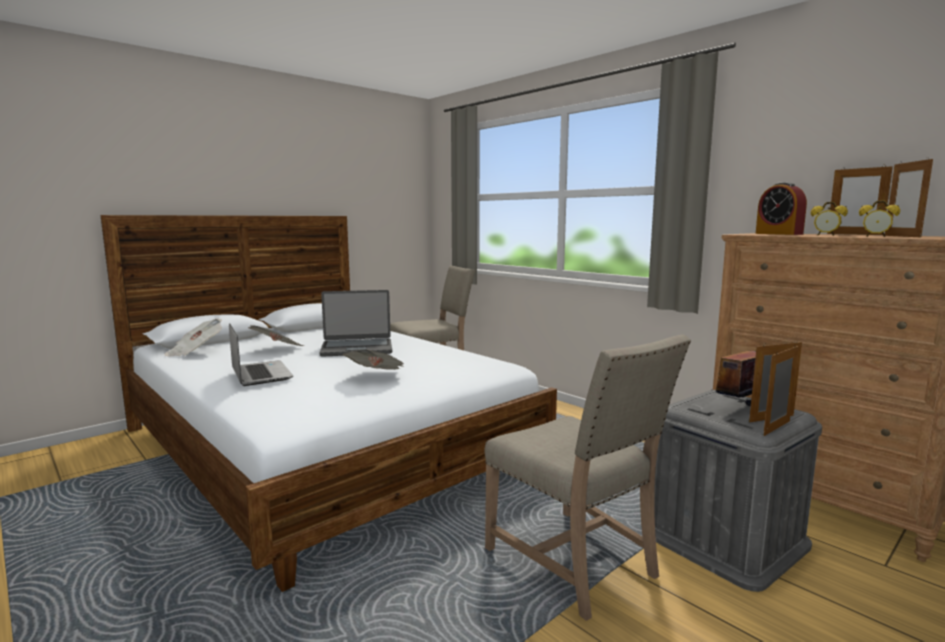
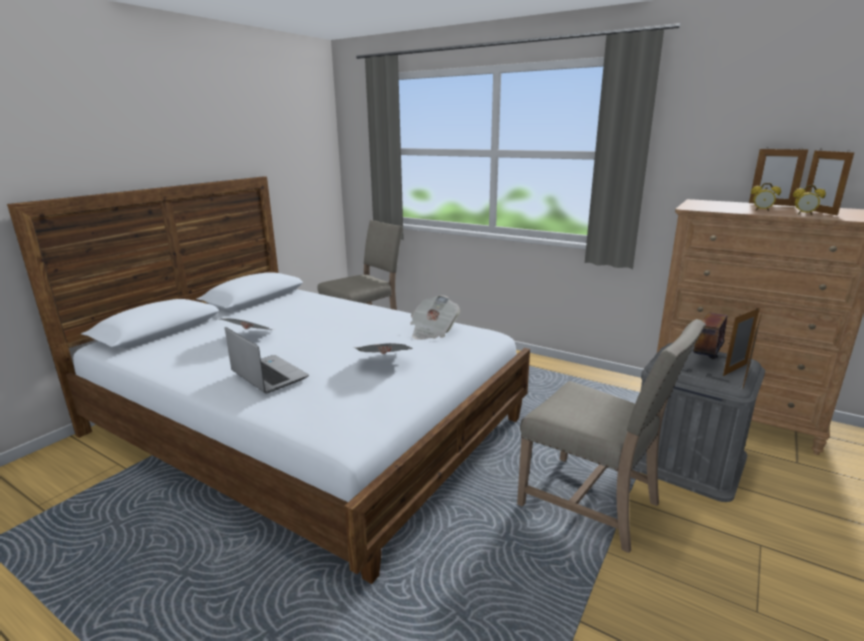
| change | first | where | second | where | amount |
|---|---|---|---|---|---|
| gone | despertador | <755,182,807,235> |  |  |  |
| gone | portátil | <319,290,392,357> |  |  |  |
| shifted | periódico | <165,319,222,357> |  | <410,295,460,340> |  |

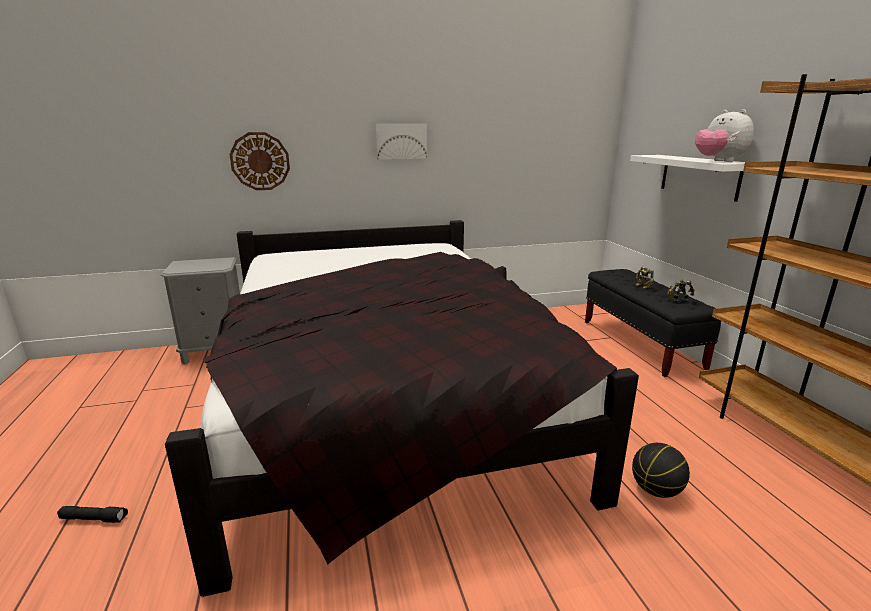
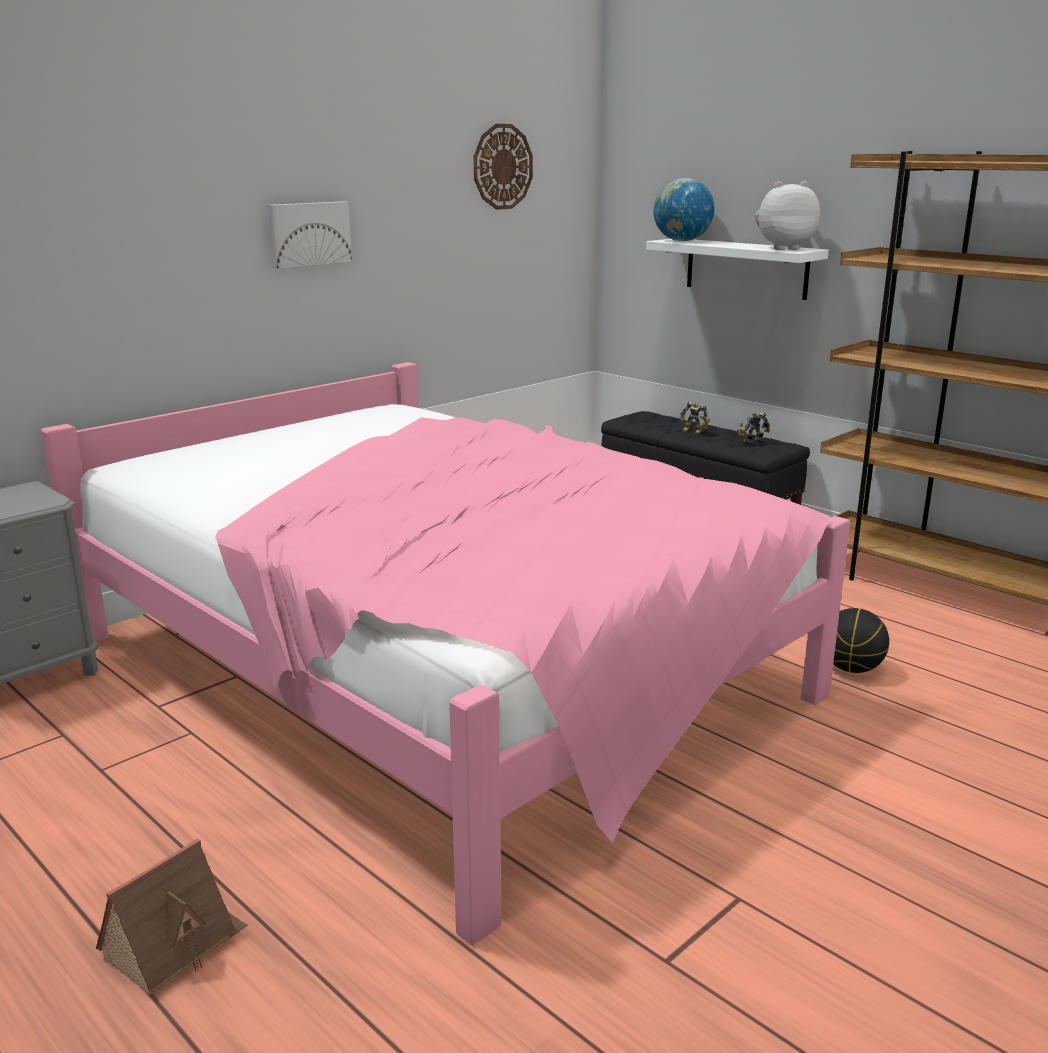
| change | first | where | second | where | amount |
|---|---|---|---|---|---|
| rotated | peluche | <695,109,754,162> |  | <755,181,820,250> | 135 degrees clockwise |
| shifted | reloj de pared | <229,132,290,190> |  | <474,124,533,210> |  |
| repainted | cama [negro] | <165,220,639,597> | cama [rosa] | <41,362,850,945> |  |
| swapped | linterna [negro] | <57,506,128,523> | casita | <96,838,247,995> |  |
| new |  |  | globo terráqueo | <653,178,714,241> |  |

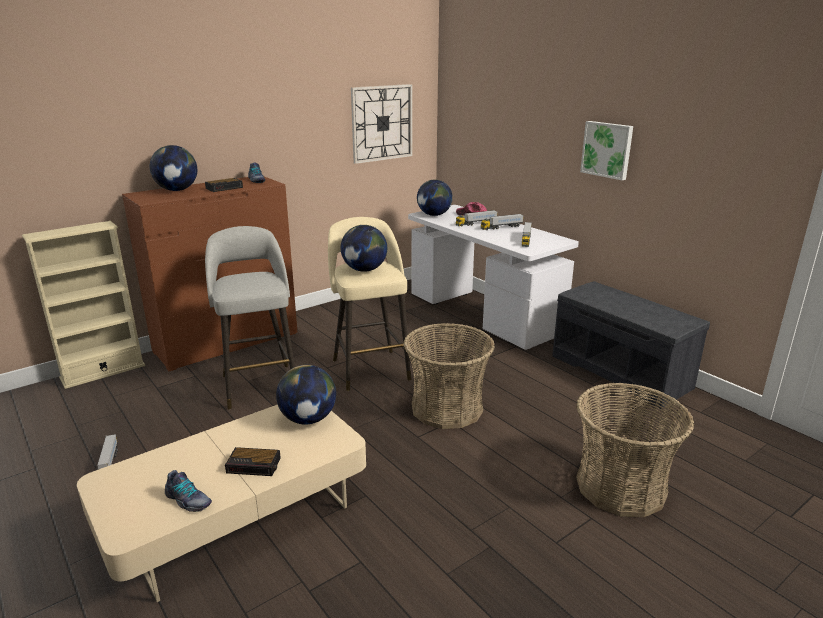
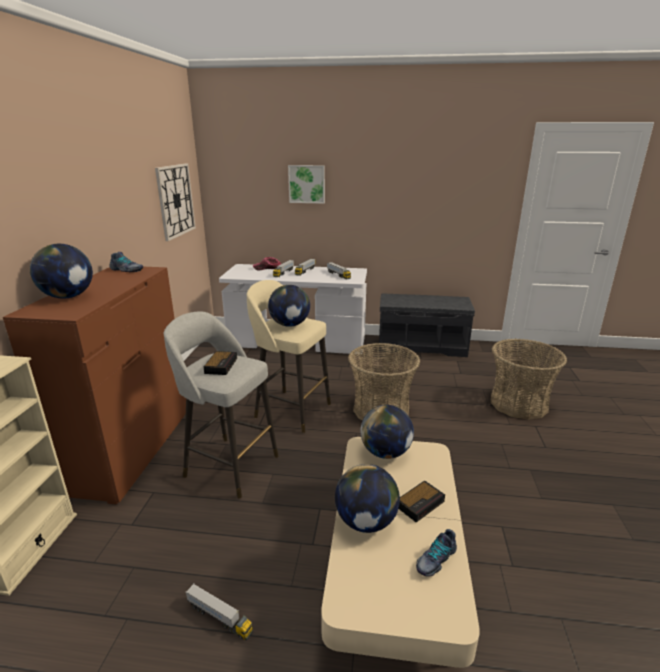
| change | first | where | second | where | amount |
|---|---|---|---|---|---|
| shifted | cuadro | <580,121,633,180> |  | <288,165,325,204> |  |
| shifted | despertador | <205,178,243,192> |  | <204,351,237,375> |  |
| shifted | globo terráqueo | <417,179,453,216> |  | <335,464,400,533> |  |
| rotated | zapato | <165,470,212,512> |  | <416,529,457,577> | 150 degrees clockwise |

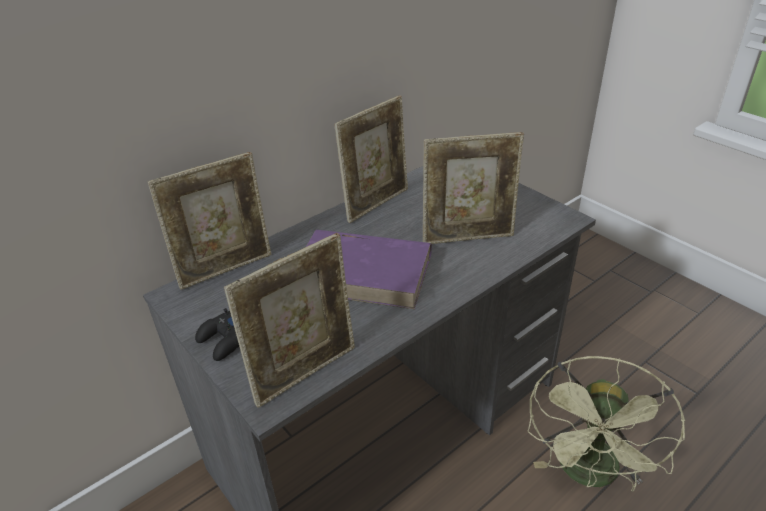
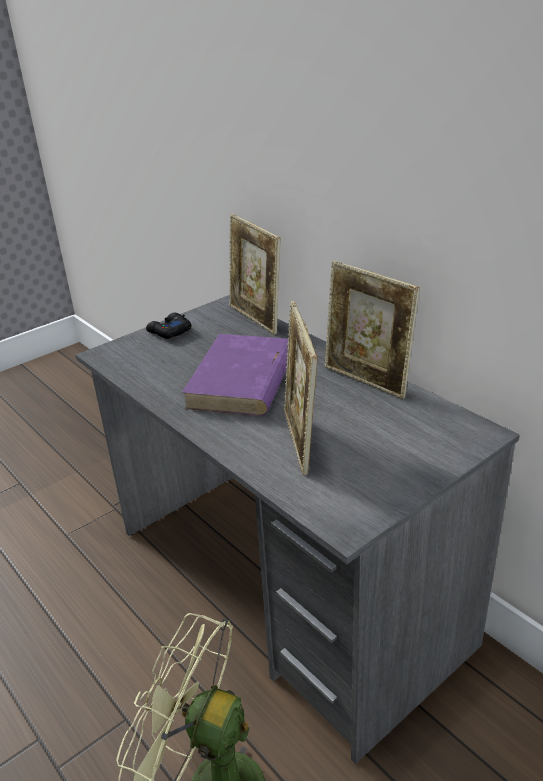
| change | first | where | second | where | amount |
|---|---|---|---|---|---|
| gone | portarretratos | <224,233,355,408> |  |  |  |

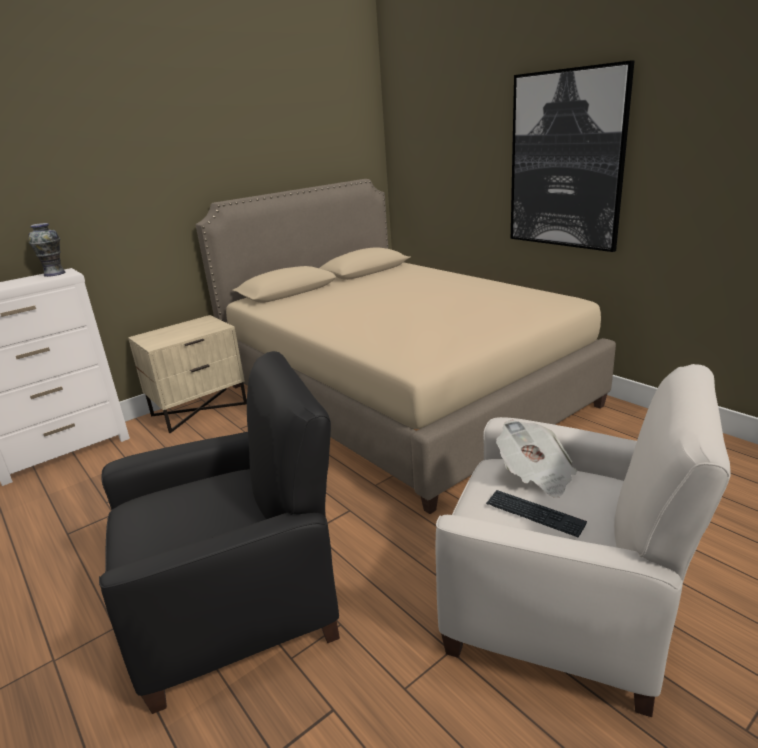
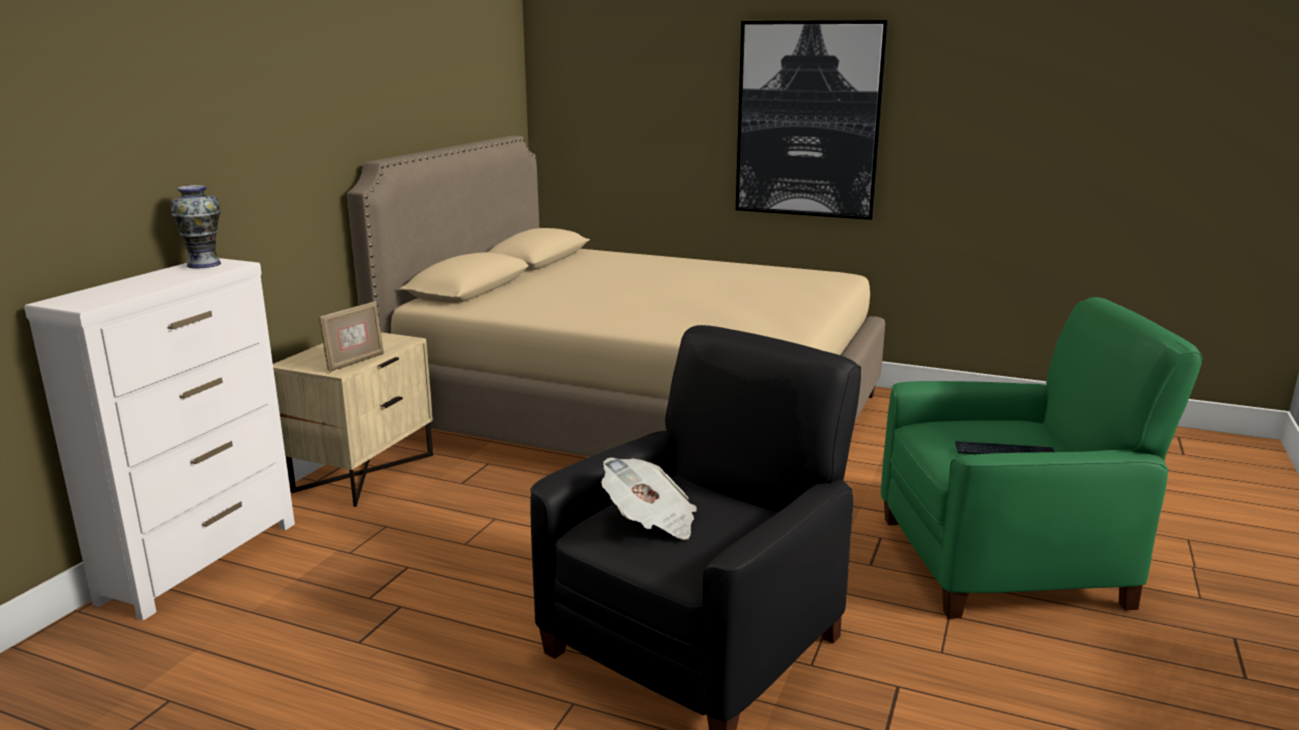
| change | first | where | second | where | amount |
|---|---|---|---|---|---|
| repainted | sillón [blanco] | <436,364,731,717> | sillón [verde] | <881,297,1203,619> |  |
| shifted | periódico | <496,420,577,498> |  | <601,457,697,540> |  |
| new |  |  | portarretratos | <319,301,384,372> |  |

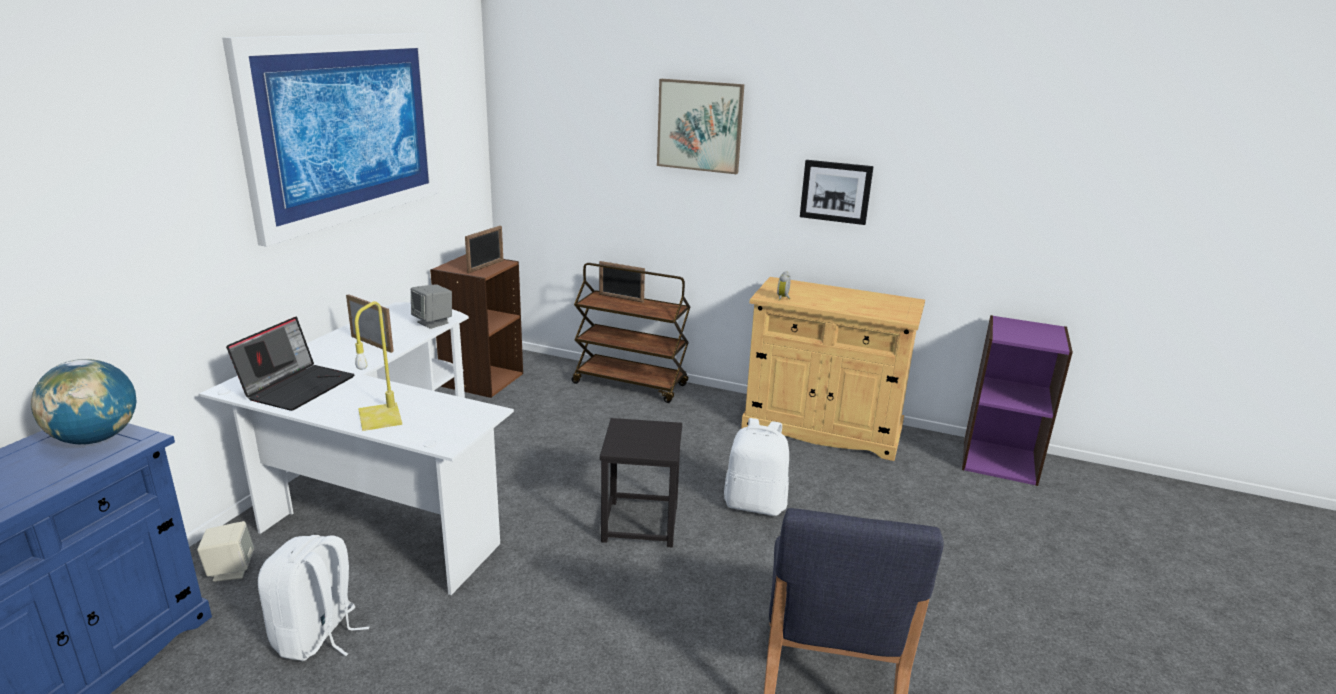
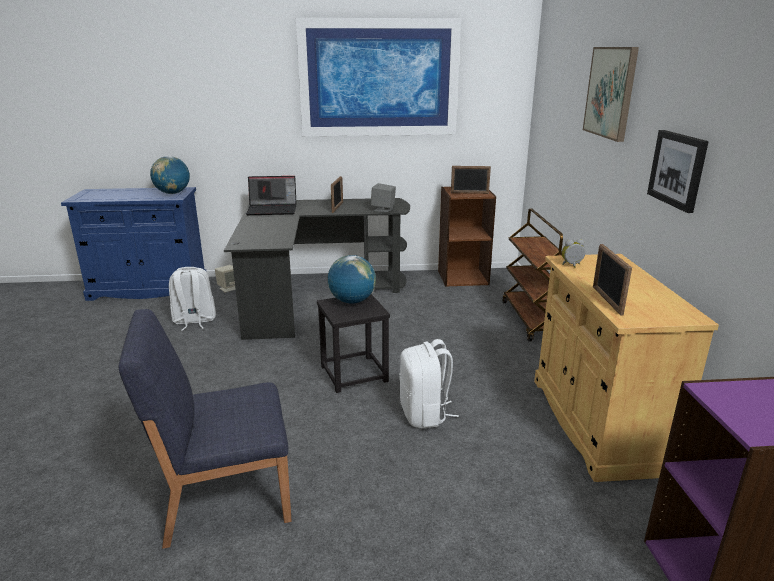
| change | first | where | second | where | amount |
|---|---|---|---|---|---|
| shifted | portarretratos | <599,261,645,303> |  | <593,244,632,315> |  |
| gone | lámpara de mesa [amarillo] | <355,301,402,431> |  |  |  |
| repainted | escritorio [blanco] | <199,302,514,595> | escritorio [negro] | <224,198,410,340> |  |
| new |  |  | globo terráqueo | <327,255,376,304> |  |

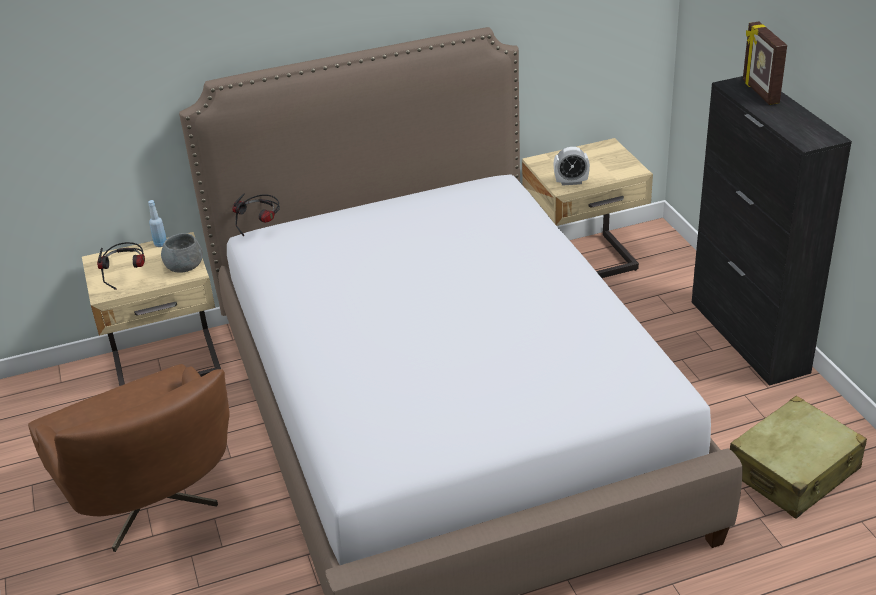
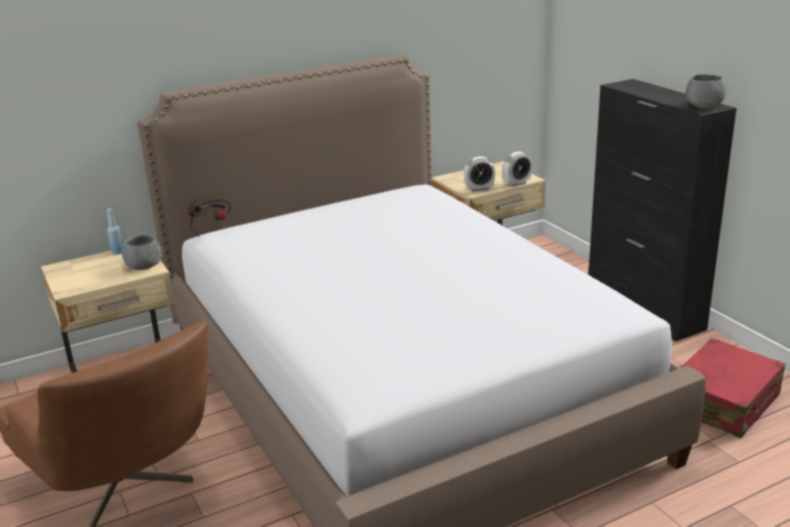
| change | first | where | second | where | amount |
|---|---|---|---|---|---|
| gone | portarretratos | <743,22,787,105> |  |  |  |
| gone | auriculares | <97,242,145,290> |  |  |  |
| repainted | maleta [beis] | <730,396,867,519> | maleta [rojo] | <680,338,785,438> |  |
| new |  |  | cuenco [gris] | <686,74,726,109> |  |
| new |  |  | despertador | <502,151,532,187> |  |

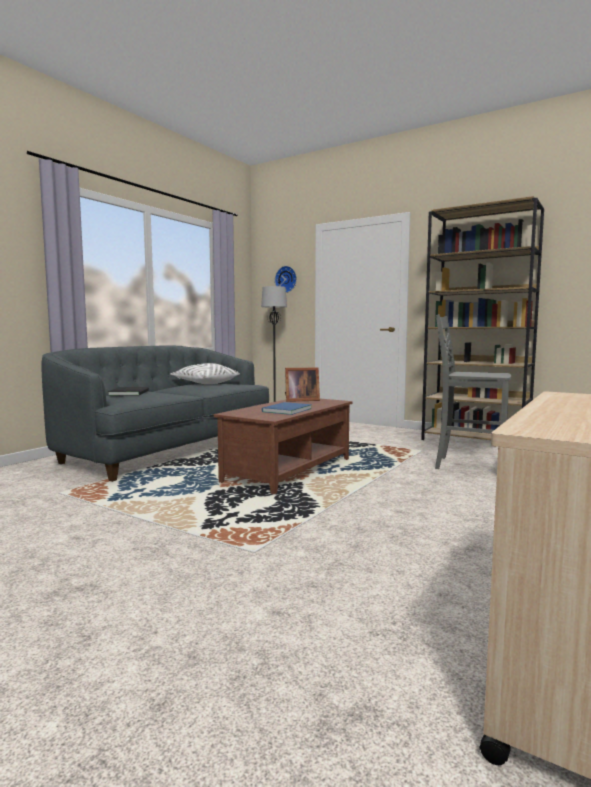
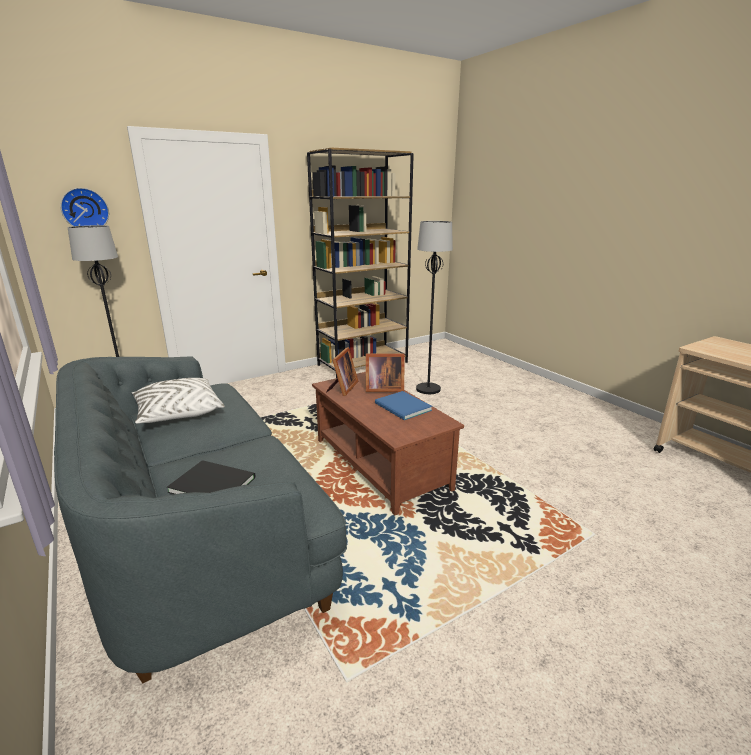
| change | first | where | second | where | amount |
|---|---|---|---|---|---|
| swapped | silla [gris] | <435,315,511,469> | lámpara de pie [negro] | <416,221,453,394> |  |
| new |  |  | portarretratos | <366,353,405,392> |  |

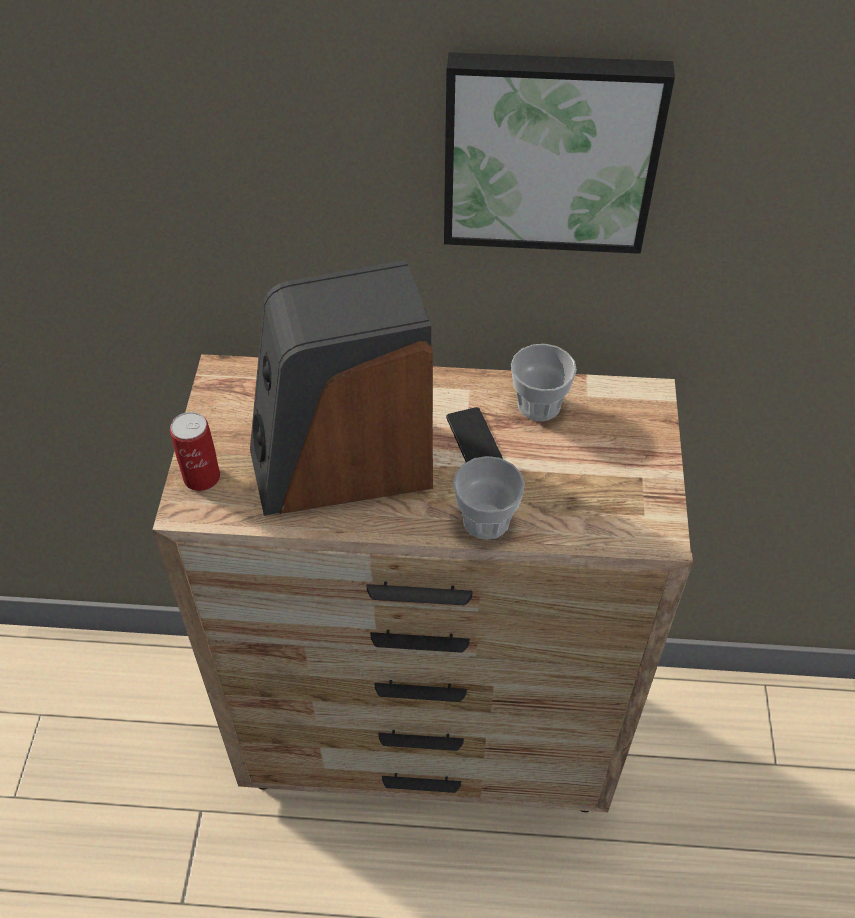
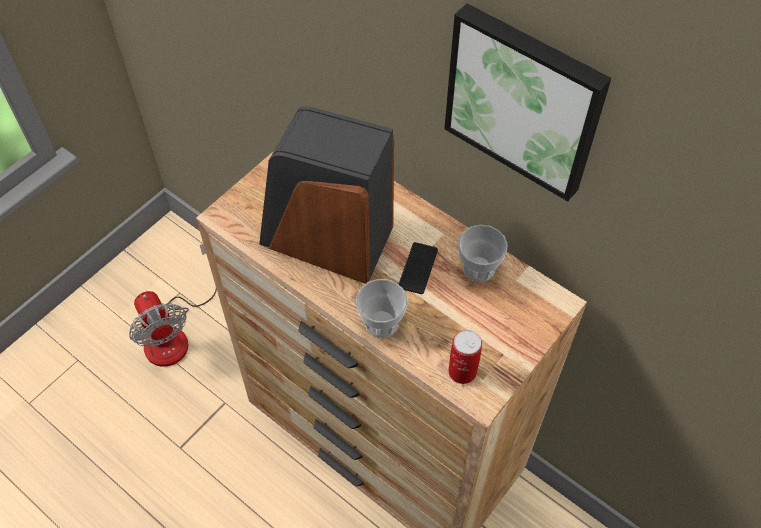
| change | first | where | second | where | amount |
|---|---|---|---|---|---|
| shifted | lata | <170,412,220,491> |  | <448,330,482,384> |  |
| new |  |  | ventilador | <129,244,217,367> |  |

